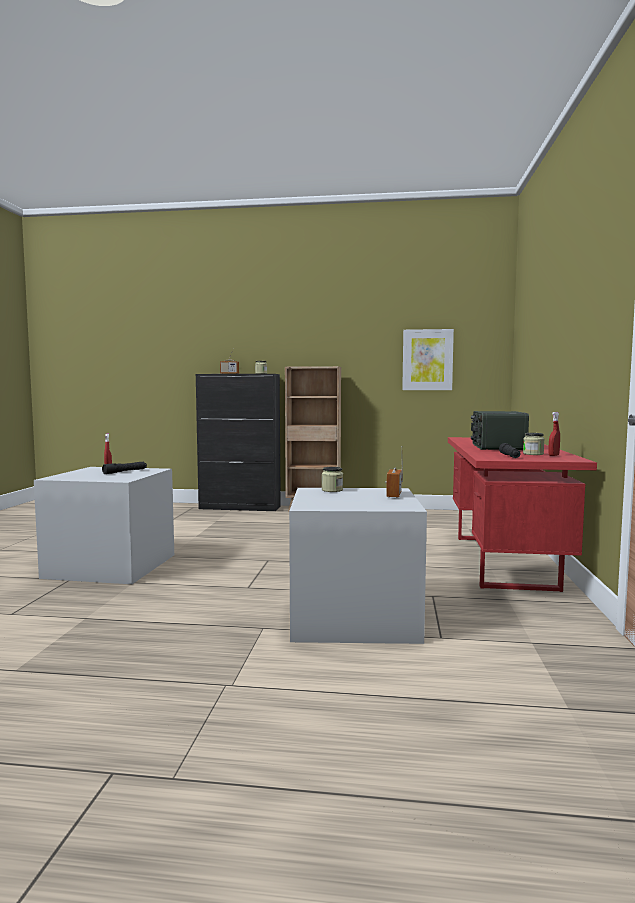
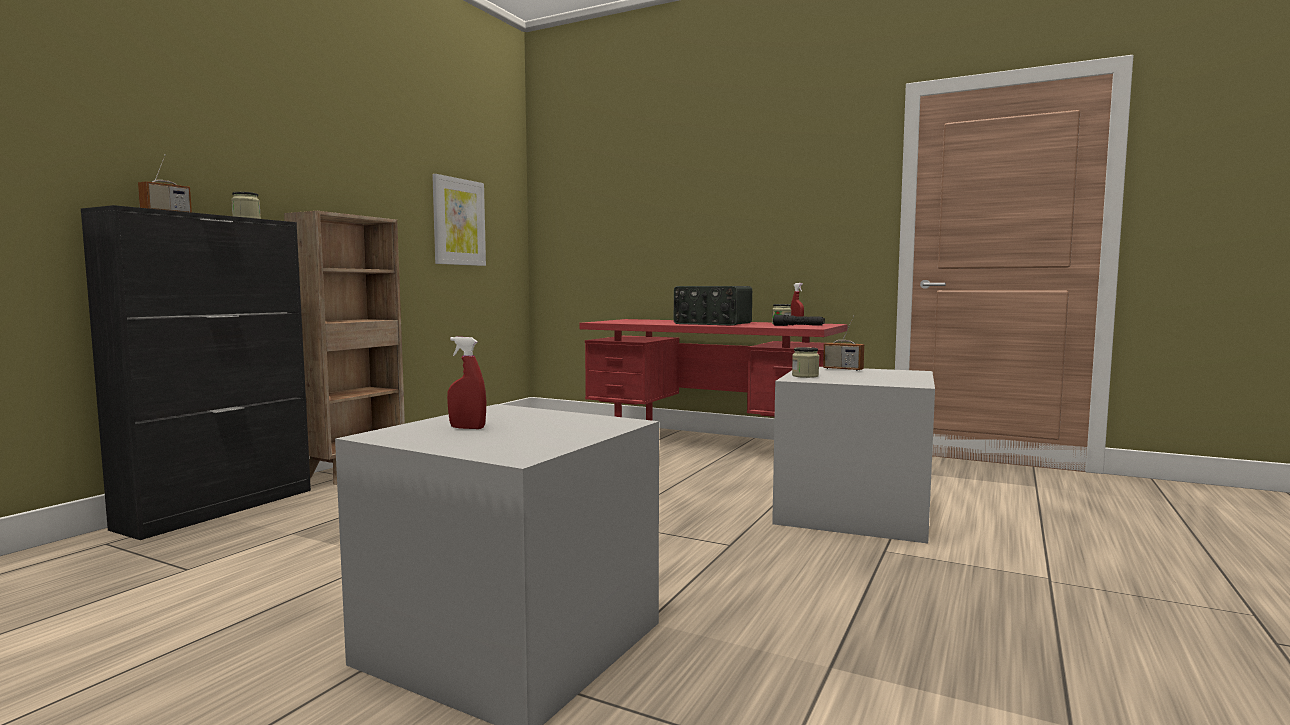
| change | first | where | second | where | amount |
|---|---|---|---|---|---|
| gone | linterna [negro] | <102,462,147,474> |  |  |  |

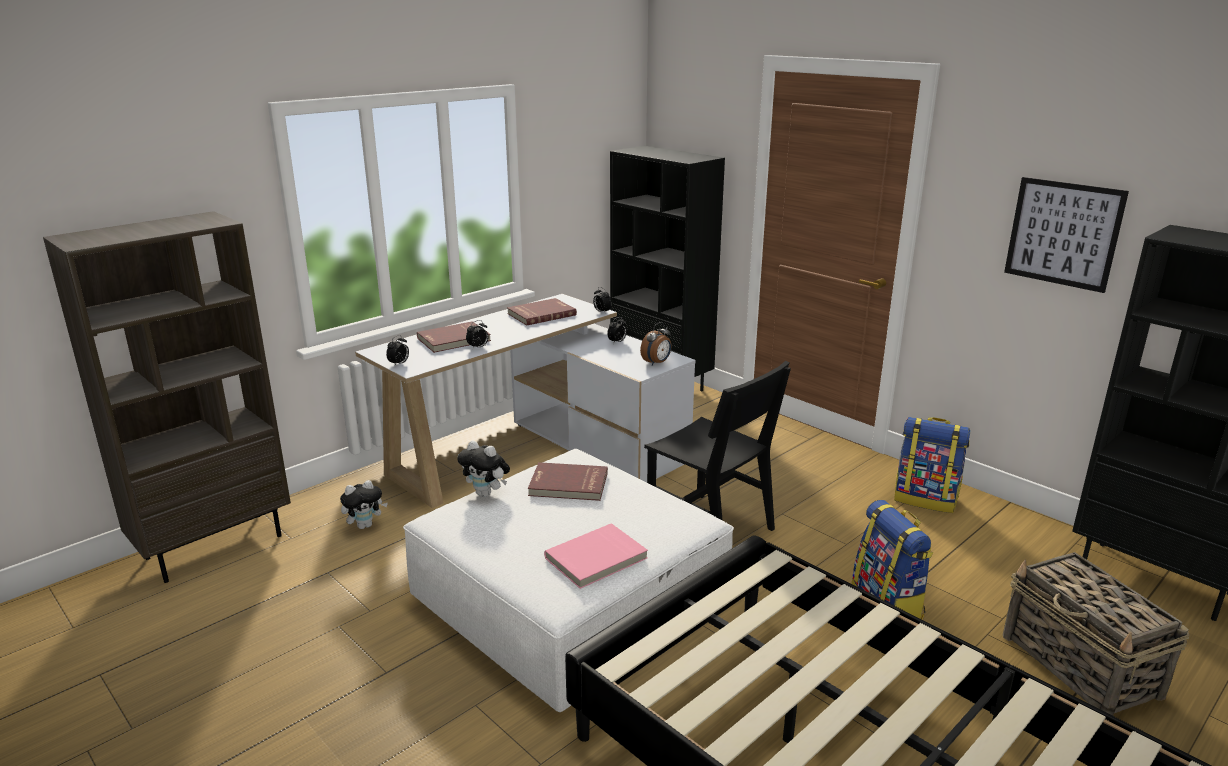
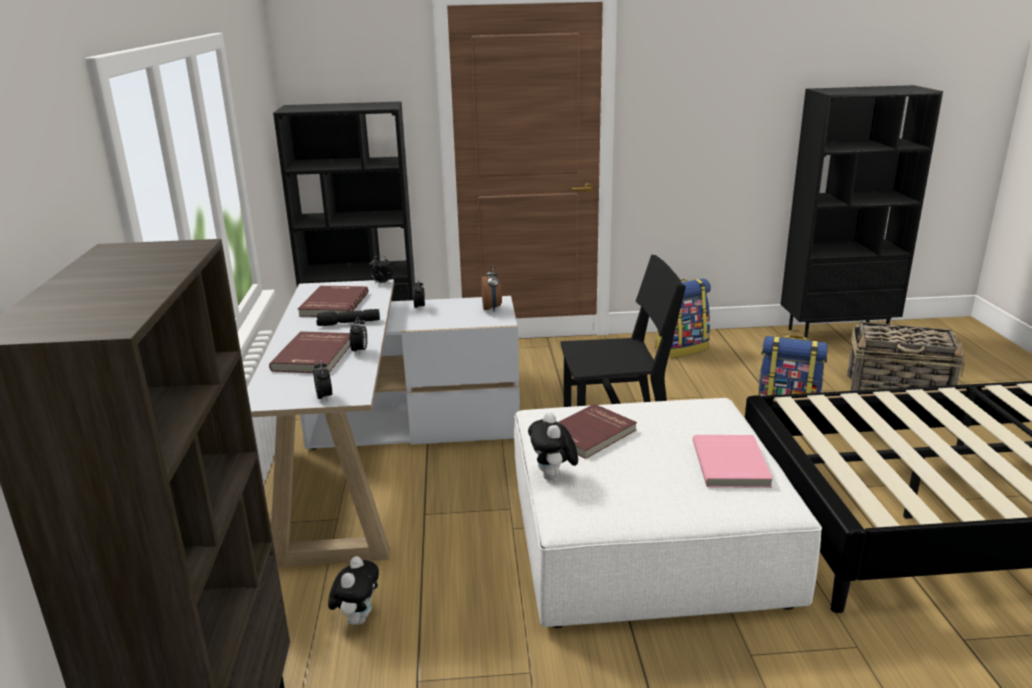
| change | first | where | second | where | amount |
|---|---|---|---|---|---|
| gone | cuadro | <1004,177,1129,293> |  |  |  |
| rotated | peluche | <457,440,510,497> |  | <528,412,578,480> | 105 degrees clockwise |
| new |  |  | linterna [negro] | <316,309,380,326> |  |

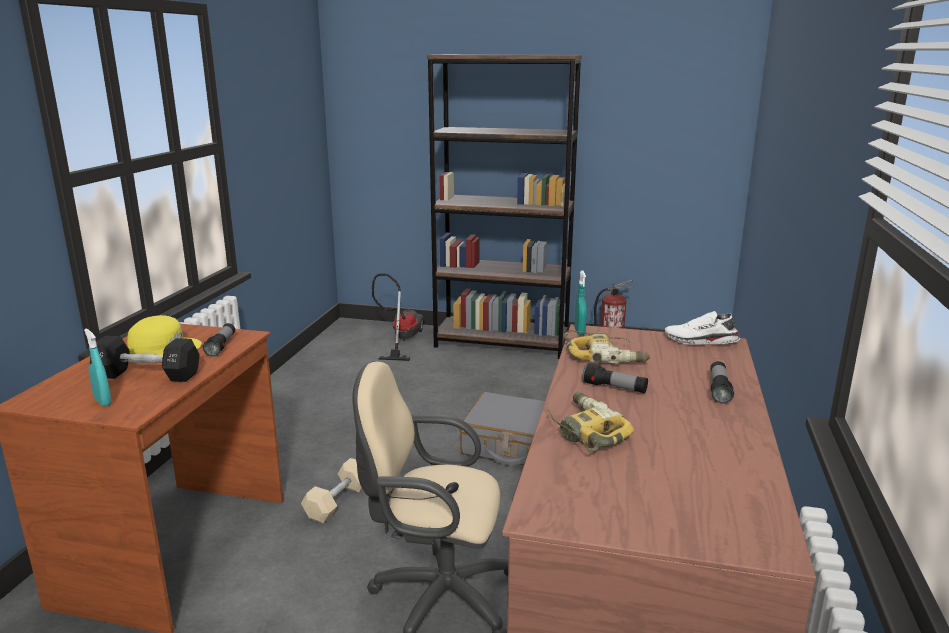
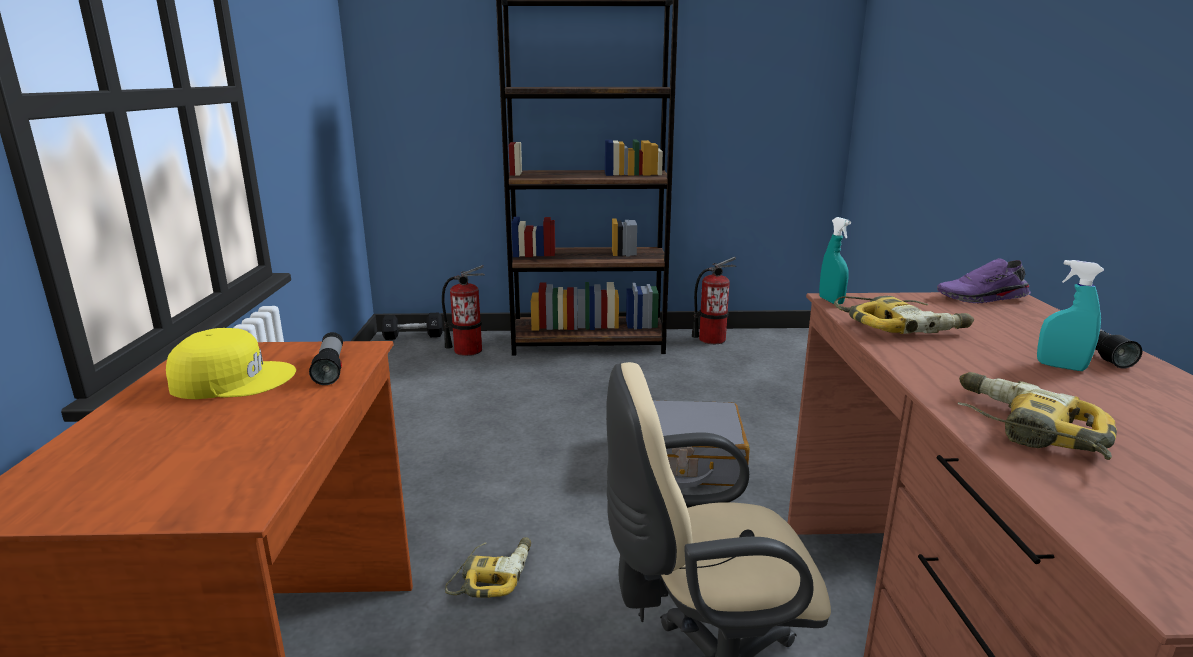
| change | first | where | second | where | amount |
|---|---|---|---|---|---|
| swapped | aspiradora | <372,273,424,361> | extintor | <442,265,485,356> |  |
| repainted | zapato [blanco] | <665,311,740,345> | zapato [morado] | <937,258,1031,303> |  |
| shifted | pulverizador [turquesa] | <84,329,112,406> |  | <1037,260,1104,371> |  |
| shifted | mancuerna [negro] | <90,336,200,382> |  | <381,312,443,340> |  |
| gone | linterna | <582,363,648,393> |  |  |  |
| swapped | mancuerna [beis] | <301,458,362,523> | taladro | <445,537,531,598> |  |

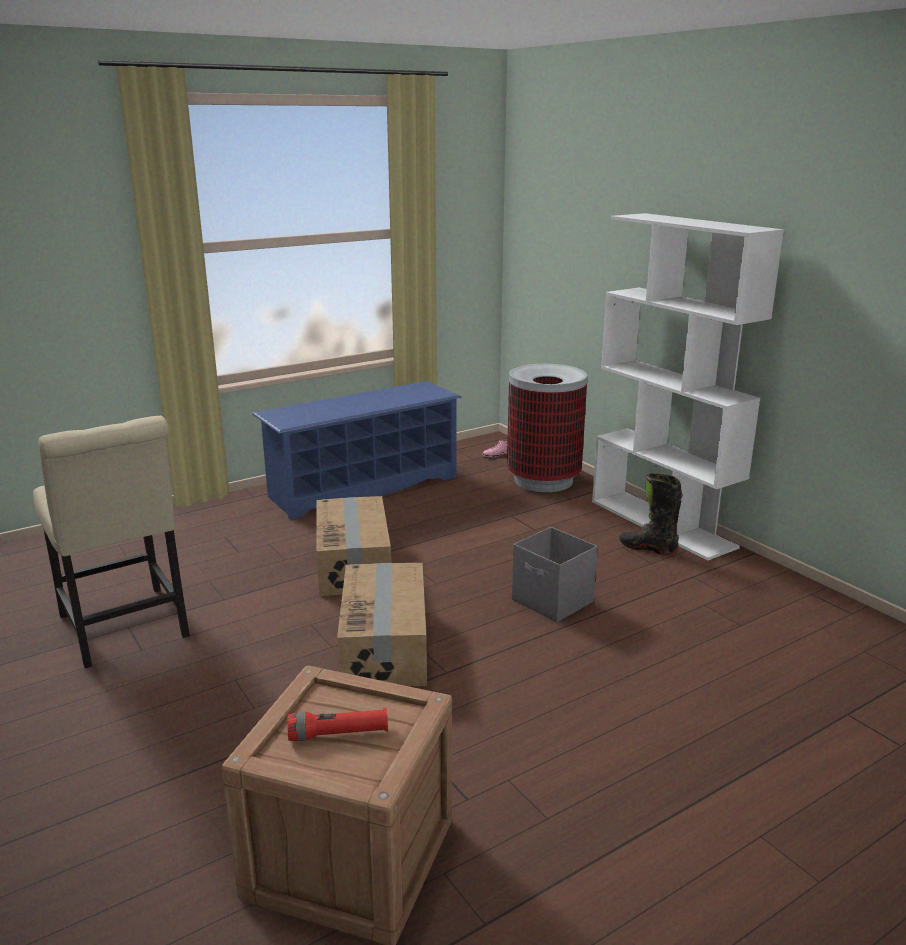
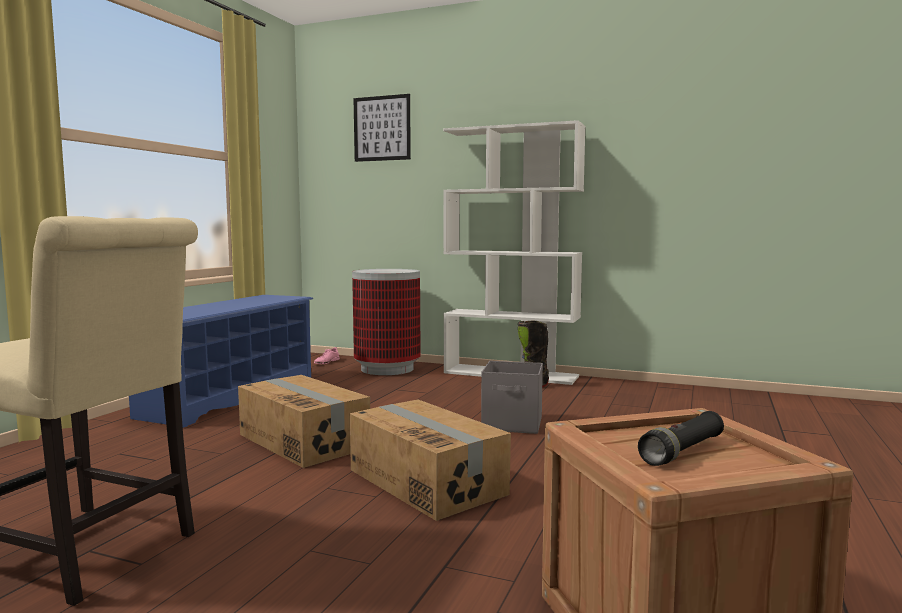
| change | first | where | second | where | amount |
|---|---|---|---|---|---|
| repainted | linterna [rojo] | <287,708,388,741> | linterna [negro] | <638,411,724,466> |  |
| new |  |  | cuadro | <353,94,411,162> |  |

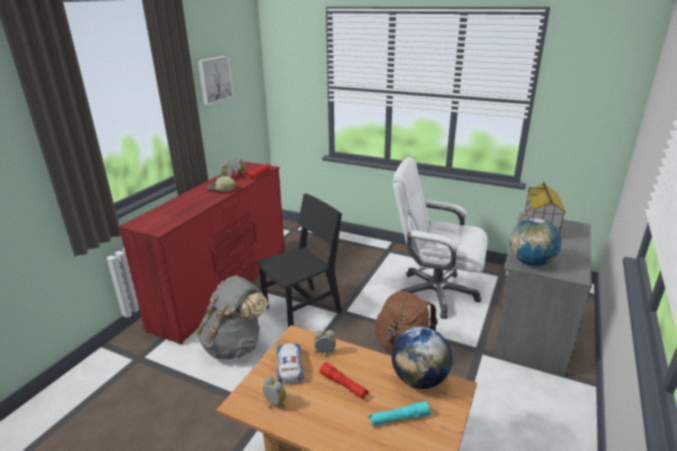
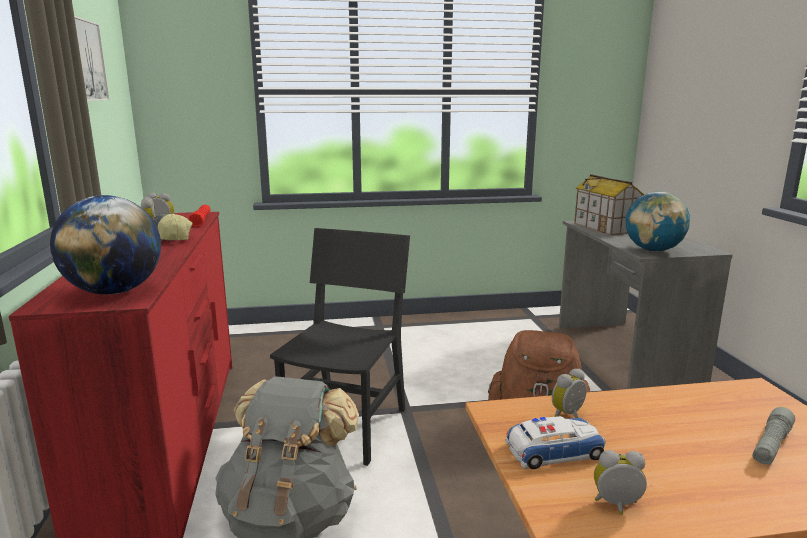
| change | first | where | second | where | amount |
|---|---|---|---|---|---|
| gone | silla de oficina [blanco] | <393,157,488,319> |  |  |  |
| shifted | globo terráqueo | <391,327,452,389> |  | <50,195,161,295> |  |
| rotated | coche de juguete | <276,343,304,385> |  | <505,416,606,469> | 120 degrees clockwise |
| gone | linterna [rojo] | <320,362,369,399> |  |  |  |
| repainted | linterna [turquesa] | <369,401,430,426> | linterna [gris] | <752,407,795,465> |  |

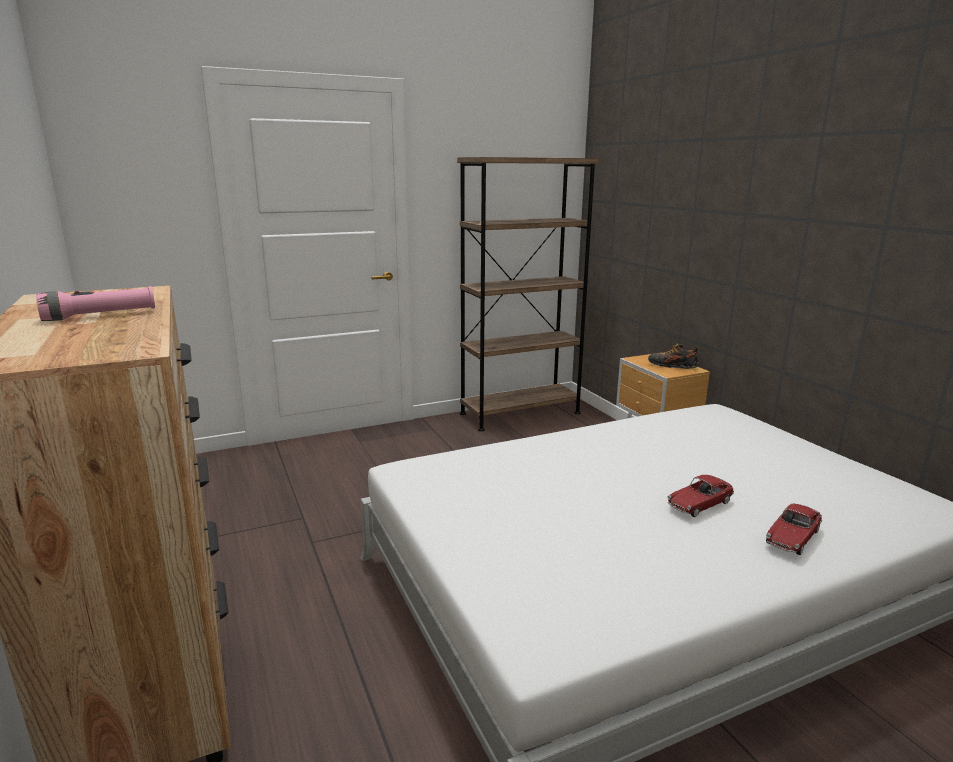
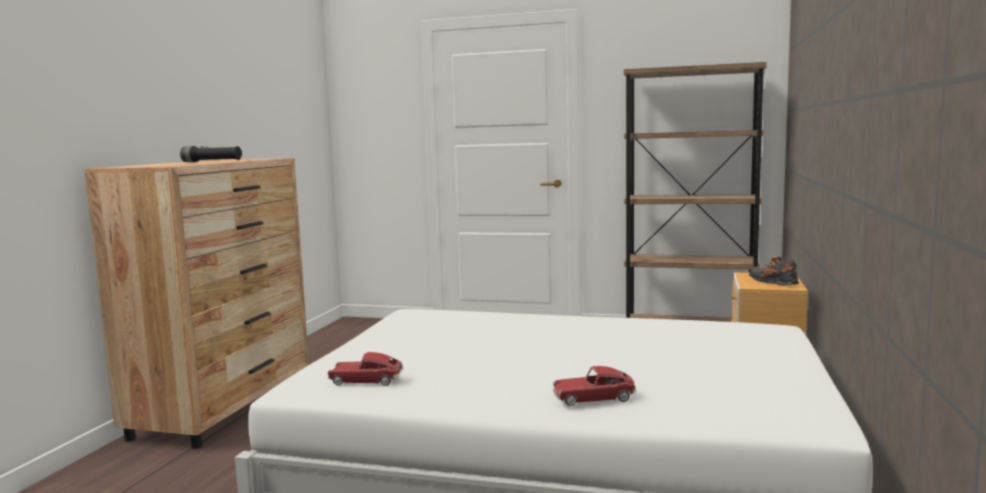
| change | first | where | second | where | amount |
|---|---|---|---|---|---|
| repainted | linterna [rosa] | <36,286,155,321> | linterna [negro] | <180,146,242,162> |  |
| shifted | coche de juguete | <667,475,734,517> |  | <327,352,403,386> |  |

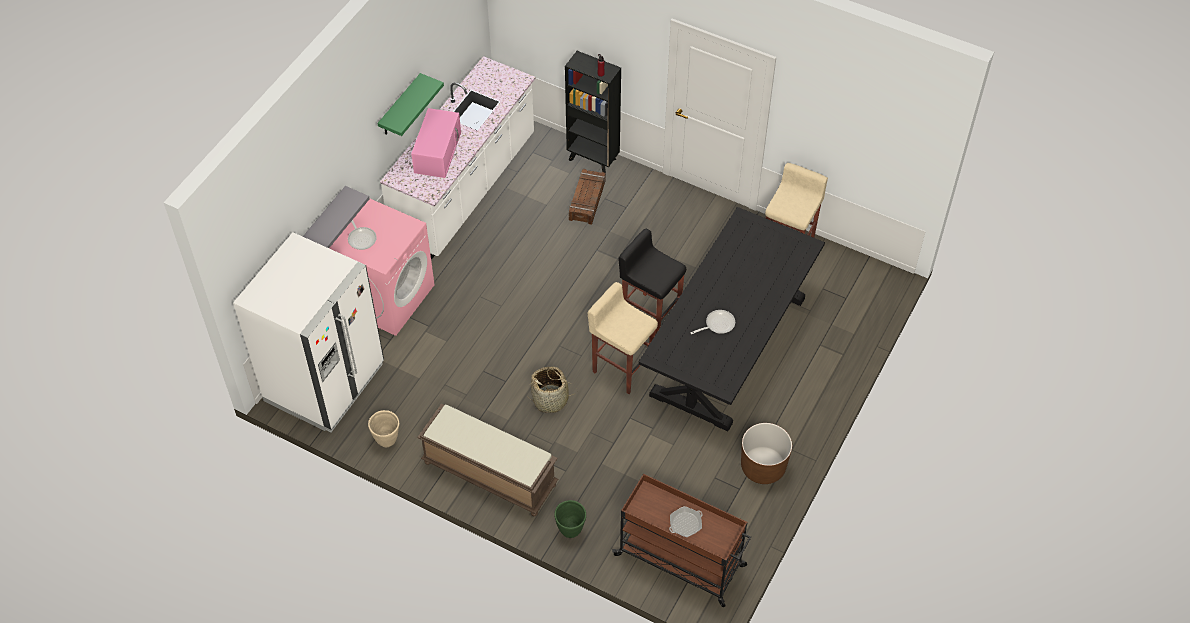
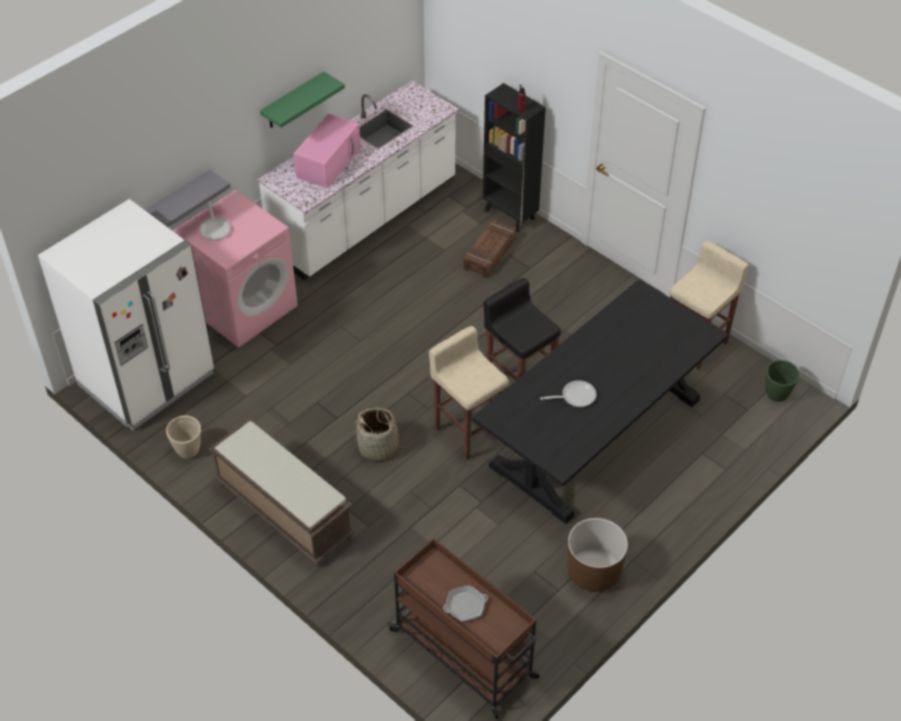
| change | first | where | second | where | amount |
|---|---|---|---|---|---|
| shifted | maceta [verde] | <554,500,586,538> |  | <765,360,800,402> |  |

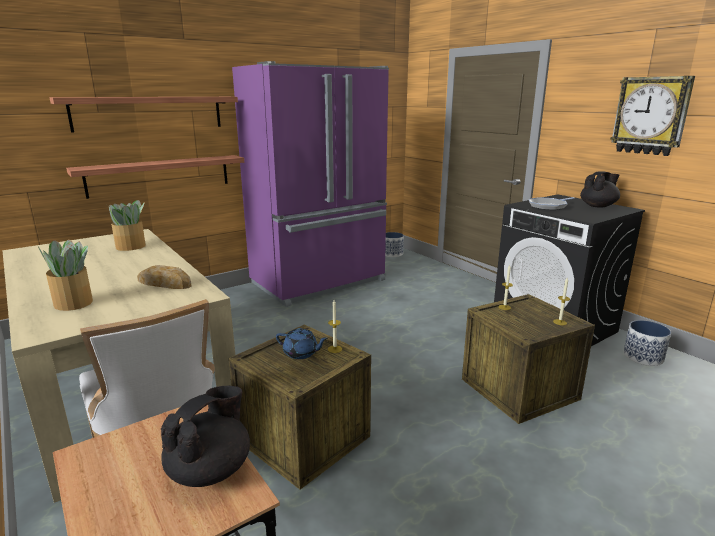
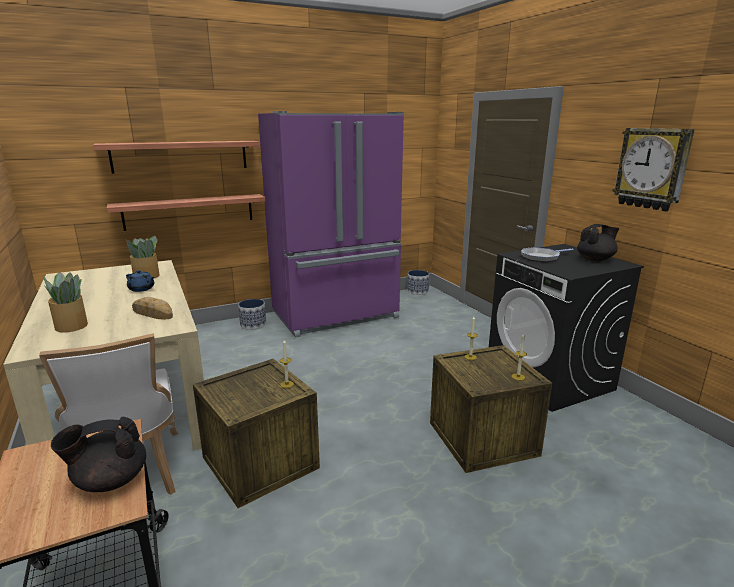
| change | first | where | second | where | amount |
|---|---|---|---|---|---|
| shifted | maceta | <623,320,671,366> |  | <238,299,266,330> |  |
| shifted | tetera [azul] | <276,328,328,359> |  | <126,270,155,292> |  |
| rotated | tetera [negro] | <161,386,250,487> |  | <51,417,146,492> | 150 degrees counterclockwise |

